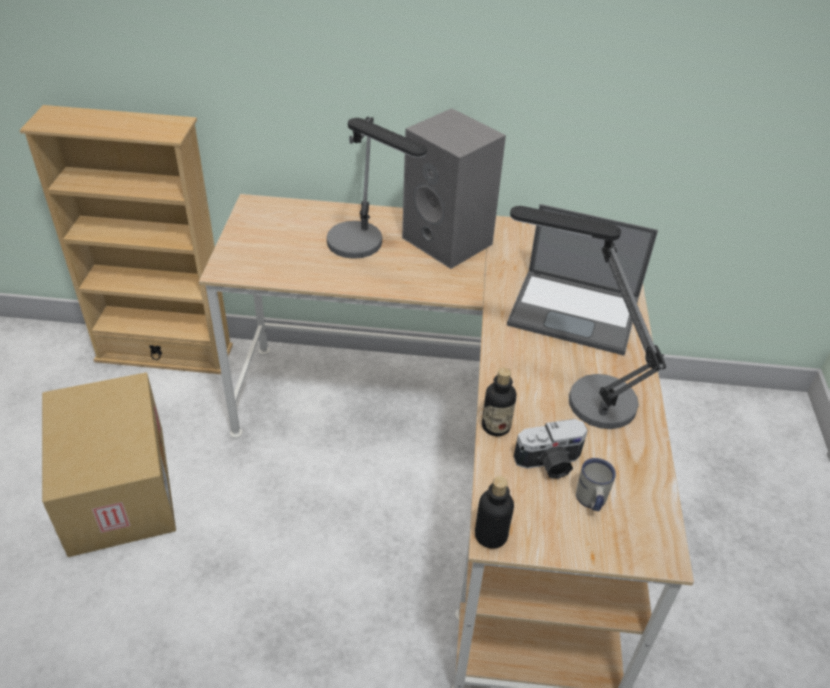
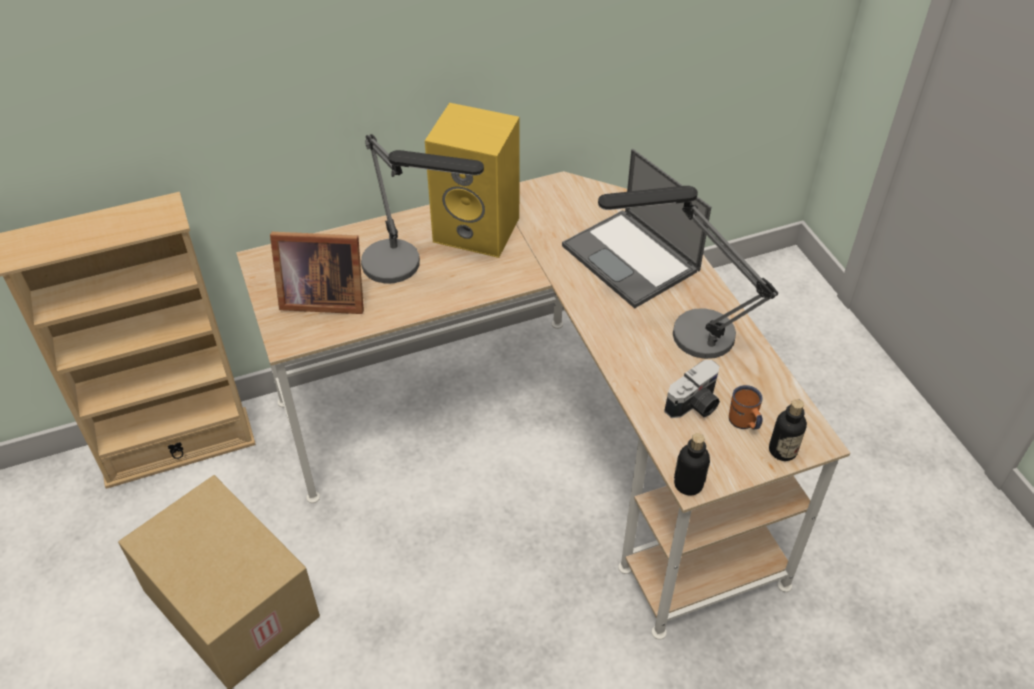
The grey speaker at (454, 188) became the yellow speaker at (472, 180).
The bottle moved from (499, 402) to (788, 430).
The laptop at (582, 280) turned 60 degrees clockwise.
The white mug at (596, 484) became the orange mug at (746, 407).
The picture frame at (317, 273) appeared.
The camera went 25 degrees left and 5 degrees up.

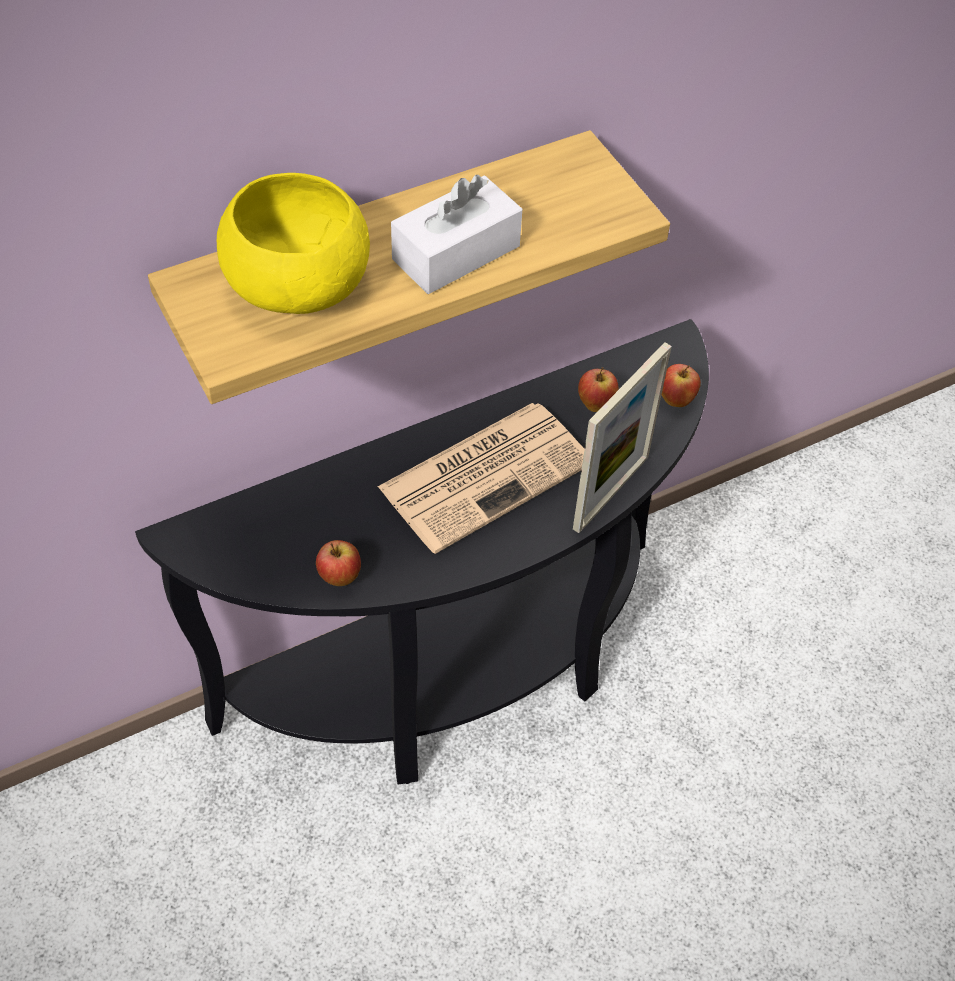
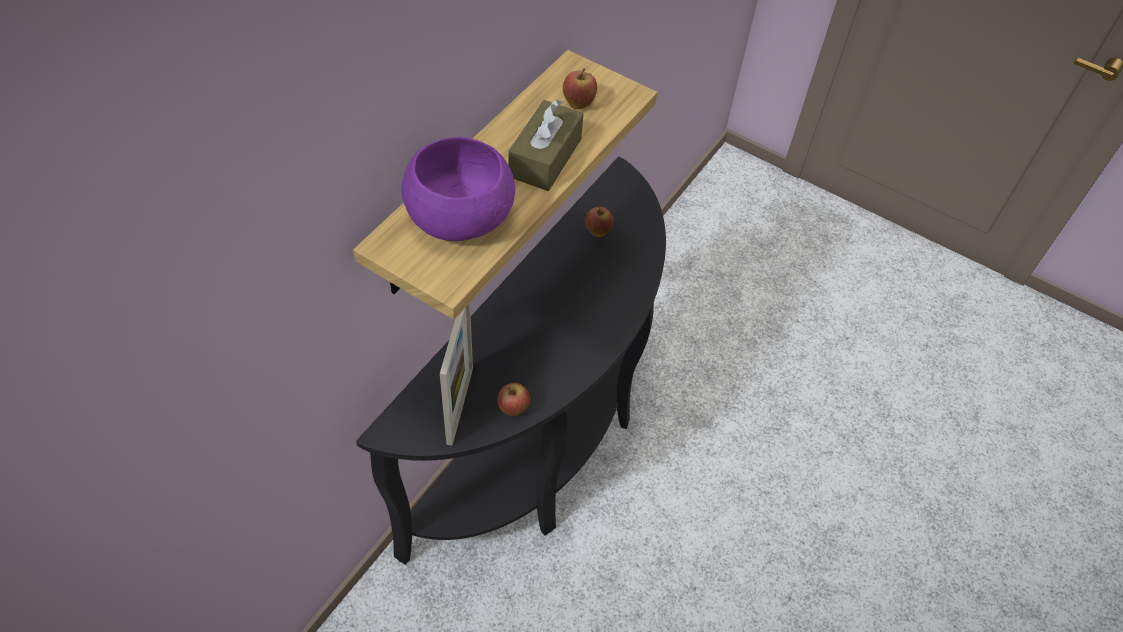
The yellow bowl at (293, 243) became the purple bowl at (458, 189).
The newspaper at (481, 478) disappeared.
The white tissue box at (456, 234) became the brown tissue box at (545, 145).
The picture frame moved from (622, 437) to (456, 374).
The apple moved from (681, 385) to (580, 88).
The camera went 30 degrees left and 0 degrees up.

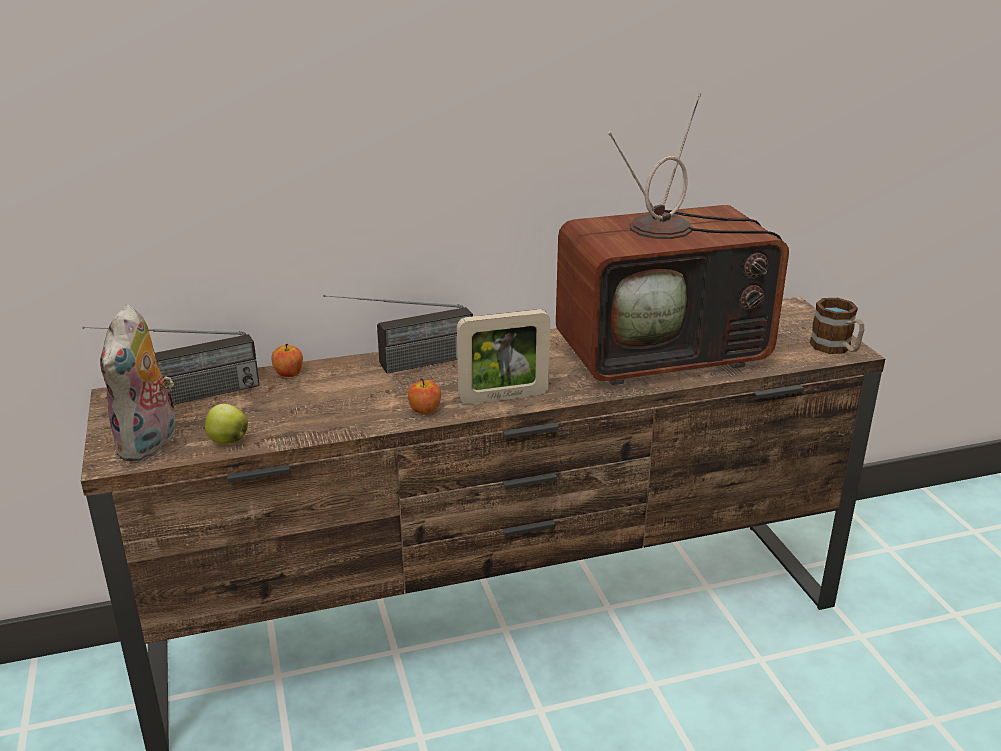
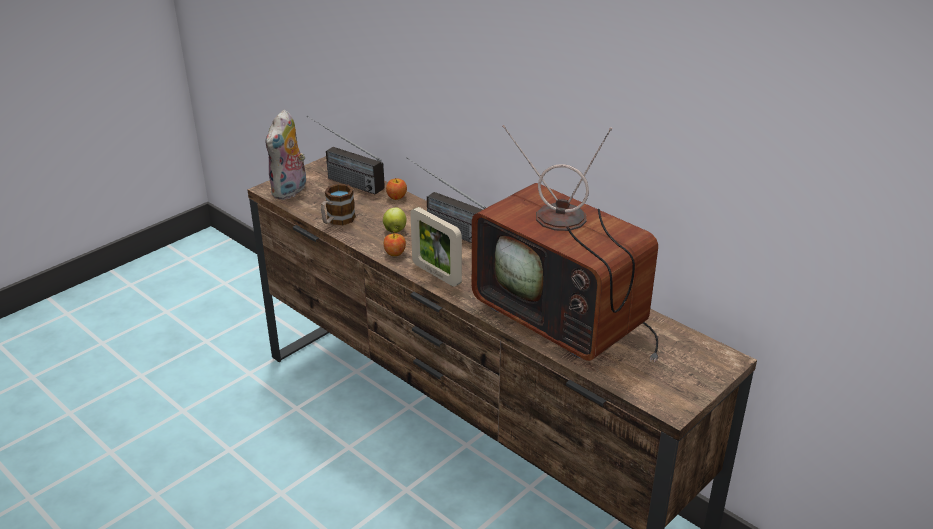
The plush toy at (139, 383) turned 45 degrees counterclockwise.
The apple moved from (226, 424) to (395, 220).
The mug moved from (837, 326) to (338, 204).
The camera went 60 degrees right and 5 degrees up.

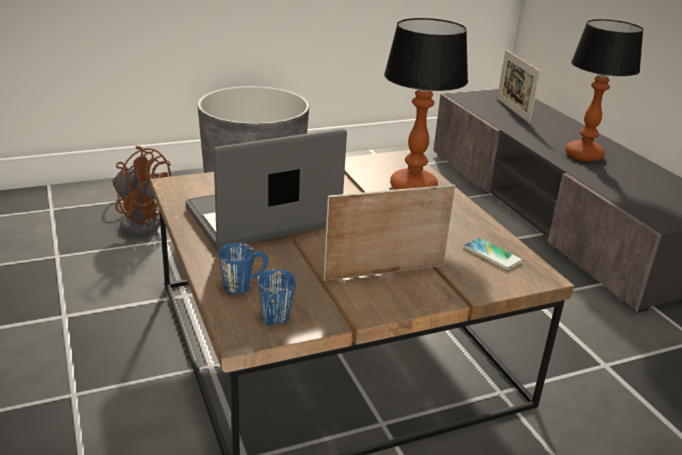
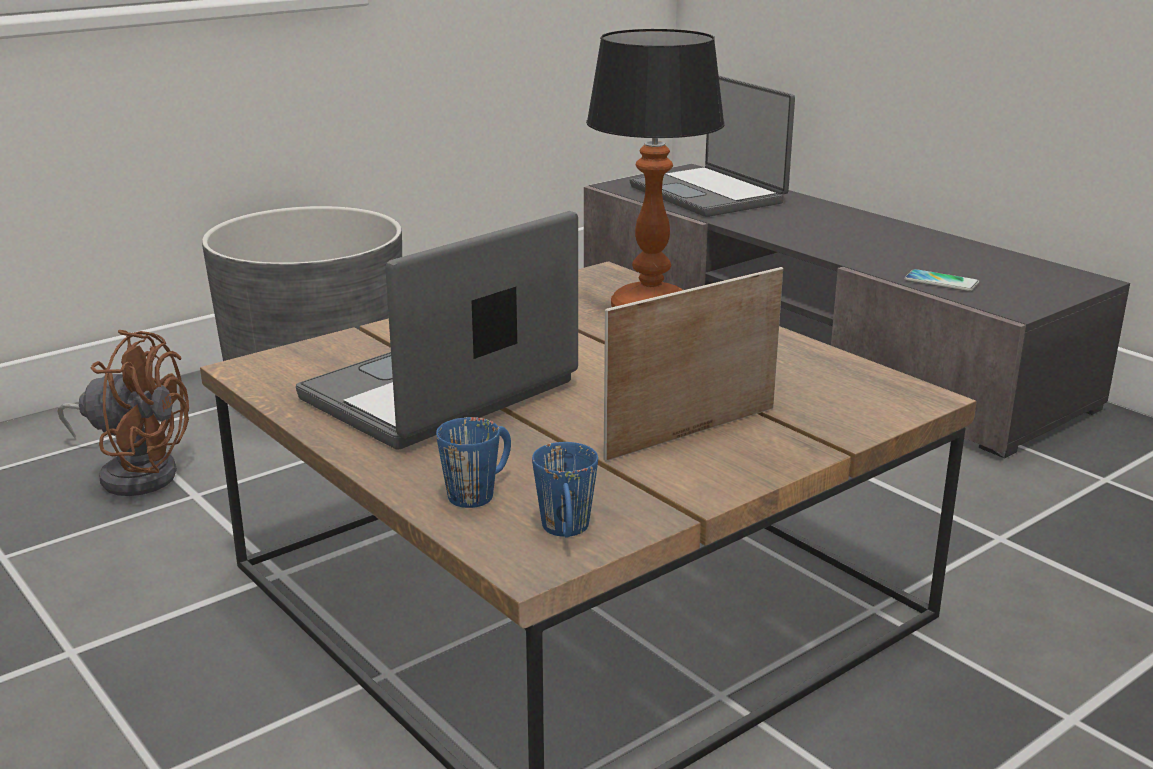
The phone moved from (493, 254) to (941, 280).
The picture frame at (518, 86) was replaced by the laptop at (712, 146).
The table lamp at (604, 90) disappeared.
The camera went 15 degrees left and 5 degrees down.

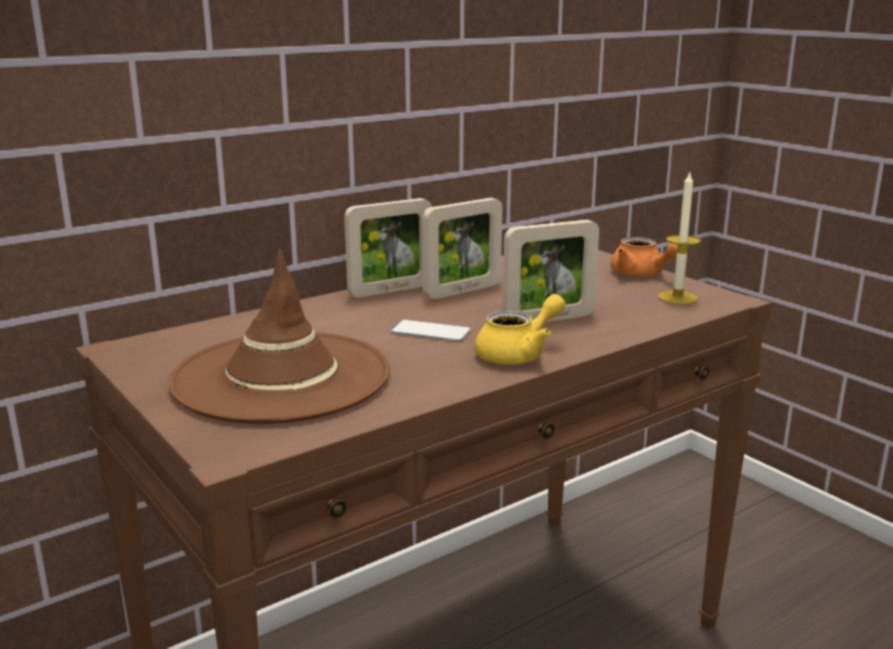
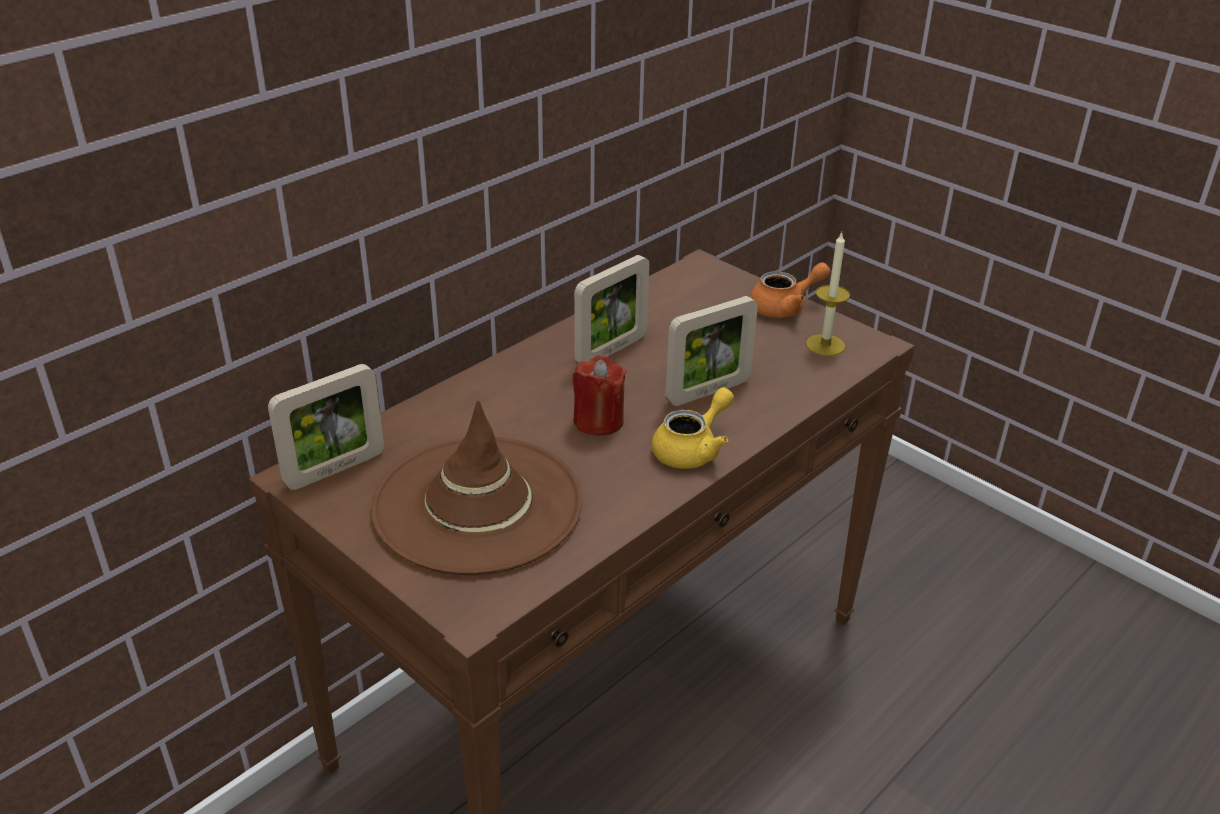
The picture frame moved from (388, 247) to (326, 427).
The phone at (430, 330) was replaced by the red candle at (599, 395).
The orange teapot at (644, 257) turned 60 degrees counterclockwise.
The camera went 10 degrees left and 15 degrees up.

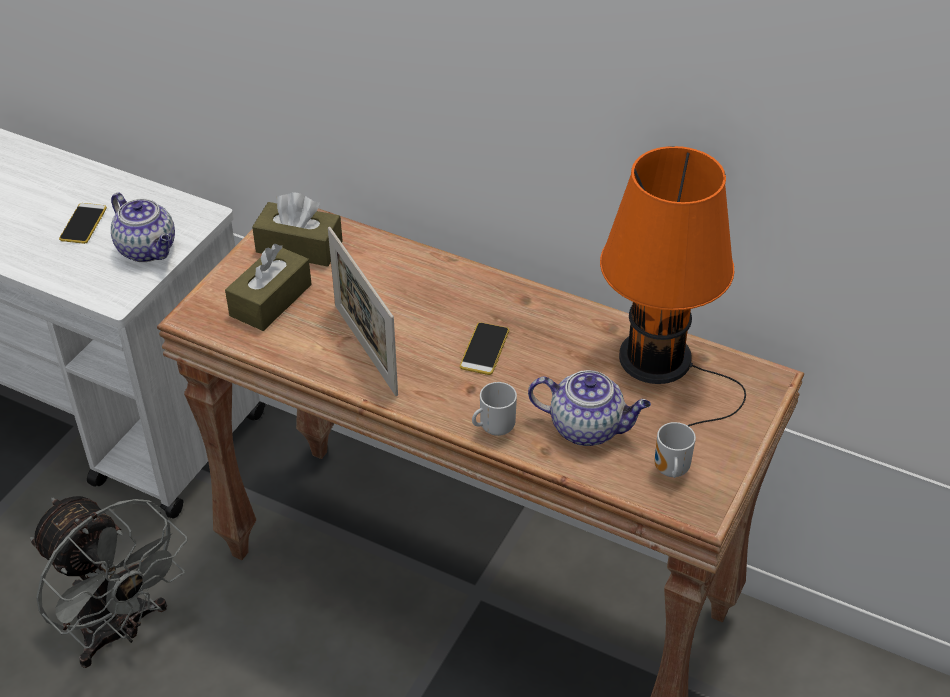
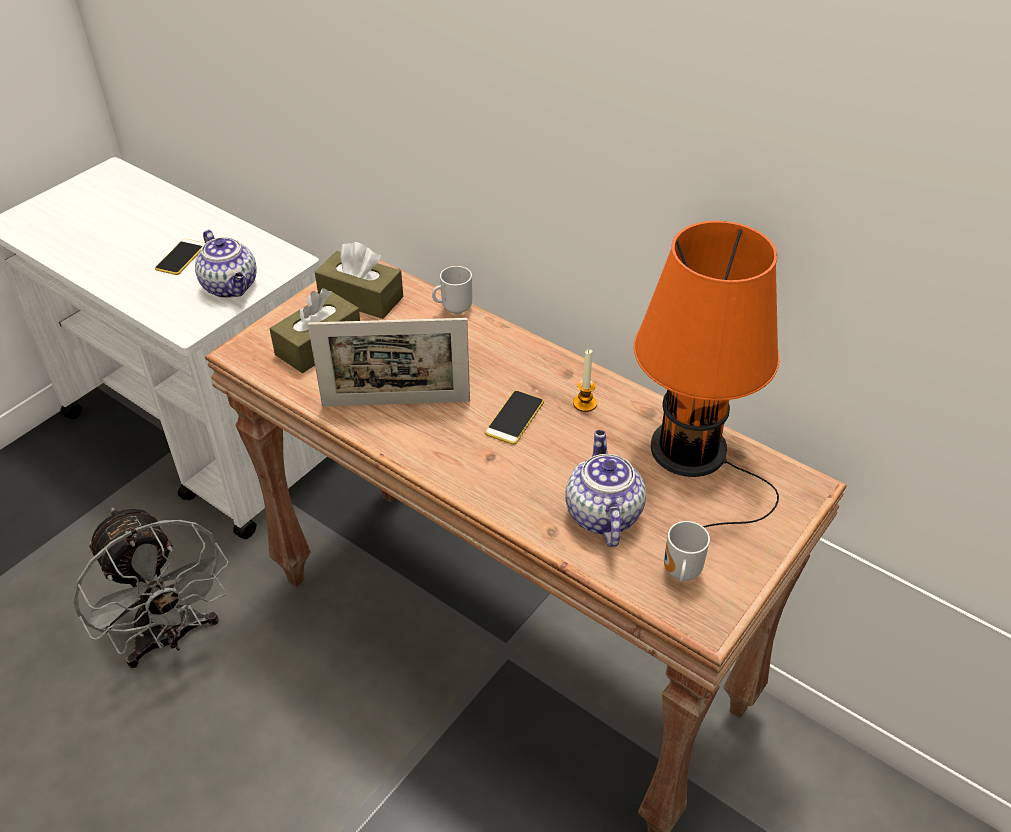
The picture frame at (363, 311) turned 75 degrees counterclockwise.
The mug moved from (494, 409) to (452, 290).
The teapot at (589, 408) turned 120 degrees counterclockwise.
The candle at (585, 380) appeared.
The camera went 10 degrees right and 0 degrees up.

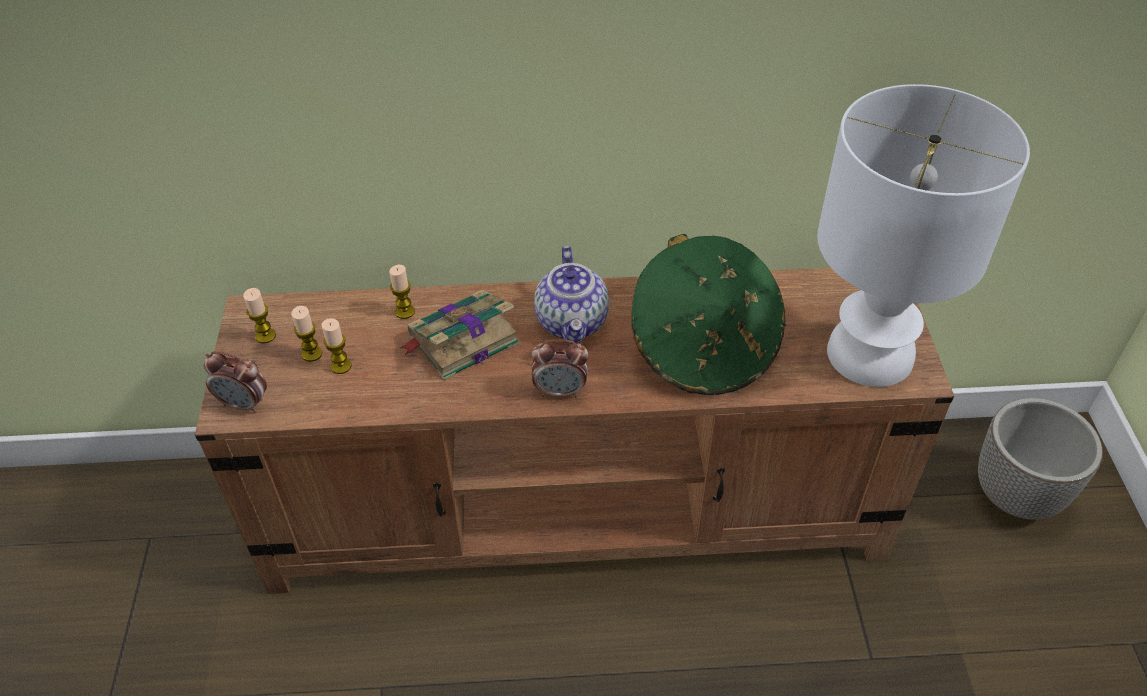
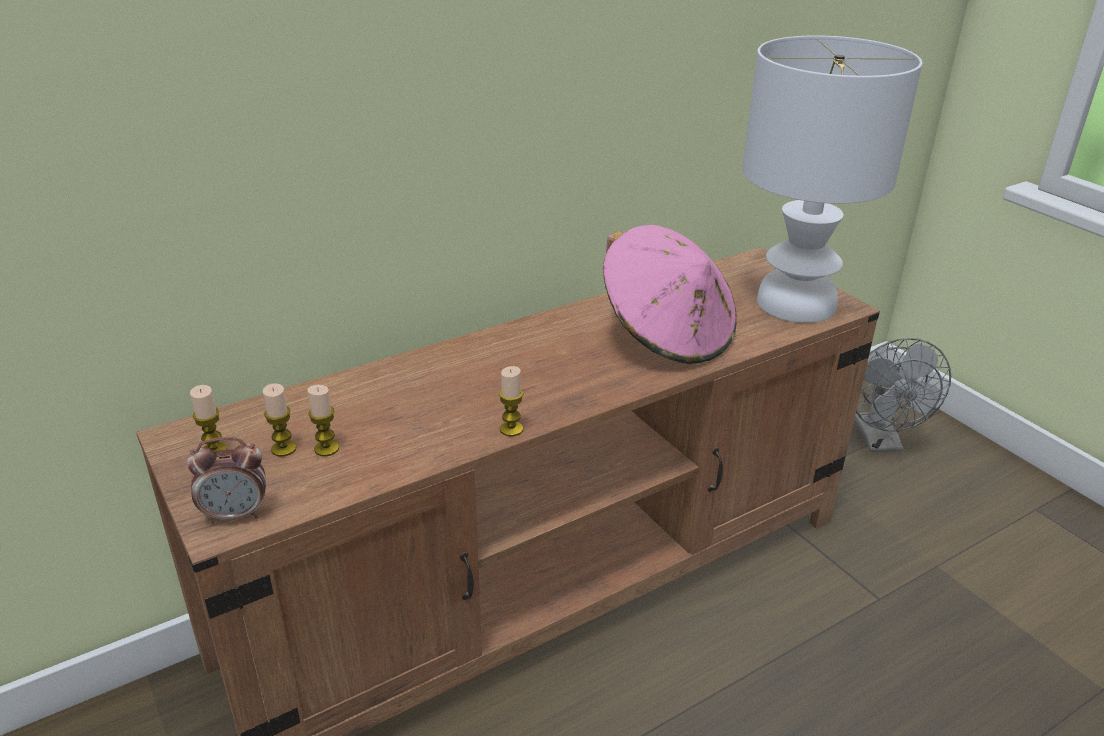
The candle moved from (402, 292) to (511, 401).
The book at (459, 335) disappeared.
The alarm clock at (560, 368) disappeared.
The teapot at (571, 295) disappeared.
The green hat at (708, 314) became the pink hat at (670, 294).
The planter at (1040, 459) was replaced by the grey fan at (902, 395).
The camera went 30 degrees left and 15 degrees down.

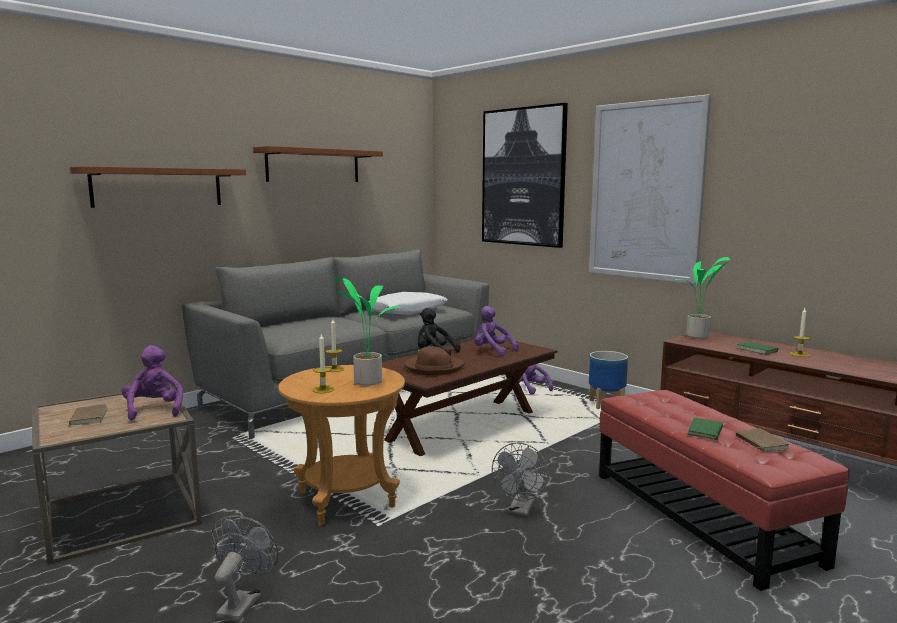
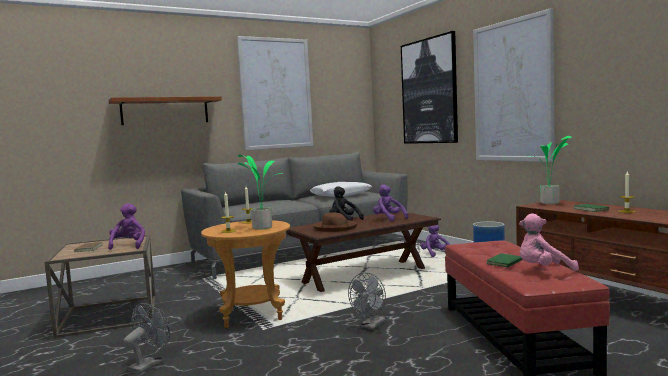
The brown shelf at (318, 164) was replaced by the picture at (275, 93).
The brown book at (762, 440) was replaced by the pink plush toy at (549, 242).
The camera went 15 degrees right and 5 degrees down.

